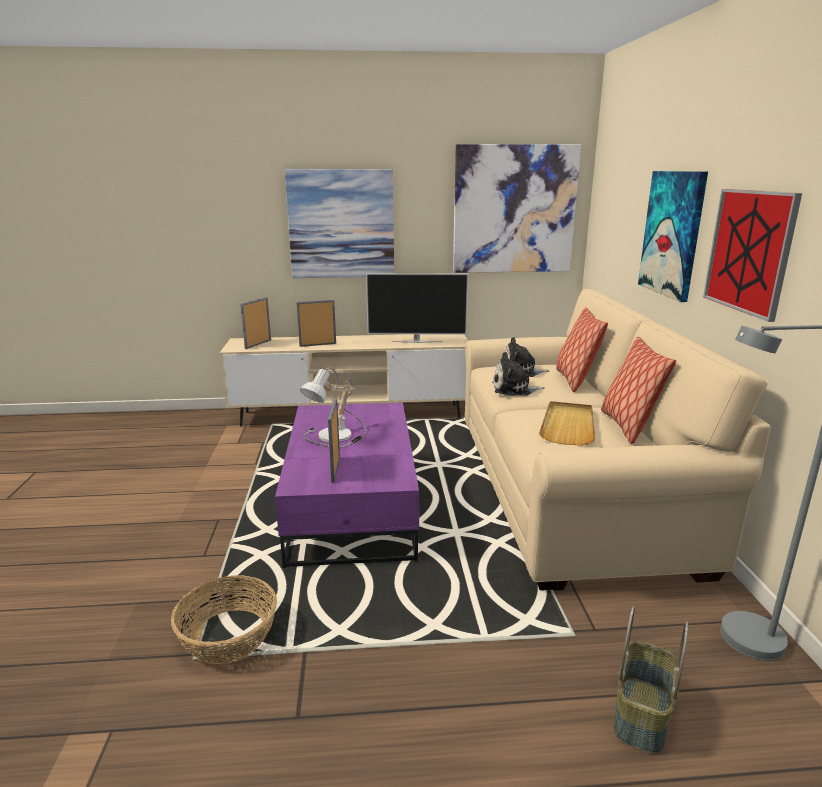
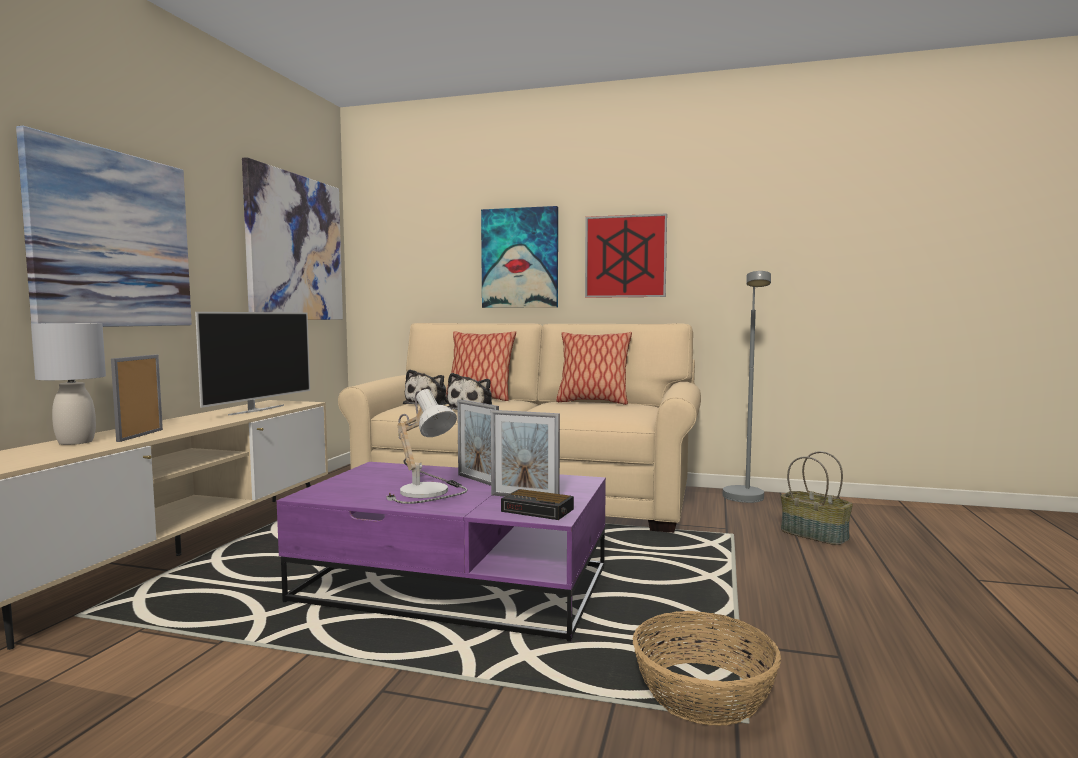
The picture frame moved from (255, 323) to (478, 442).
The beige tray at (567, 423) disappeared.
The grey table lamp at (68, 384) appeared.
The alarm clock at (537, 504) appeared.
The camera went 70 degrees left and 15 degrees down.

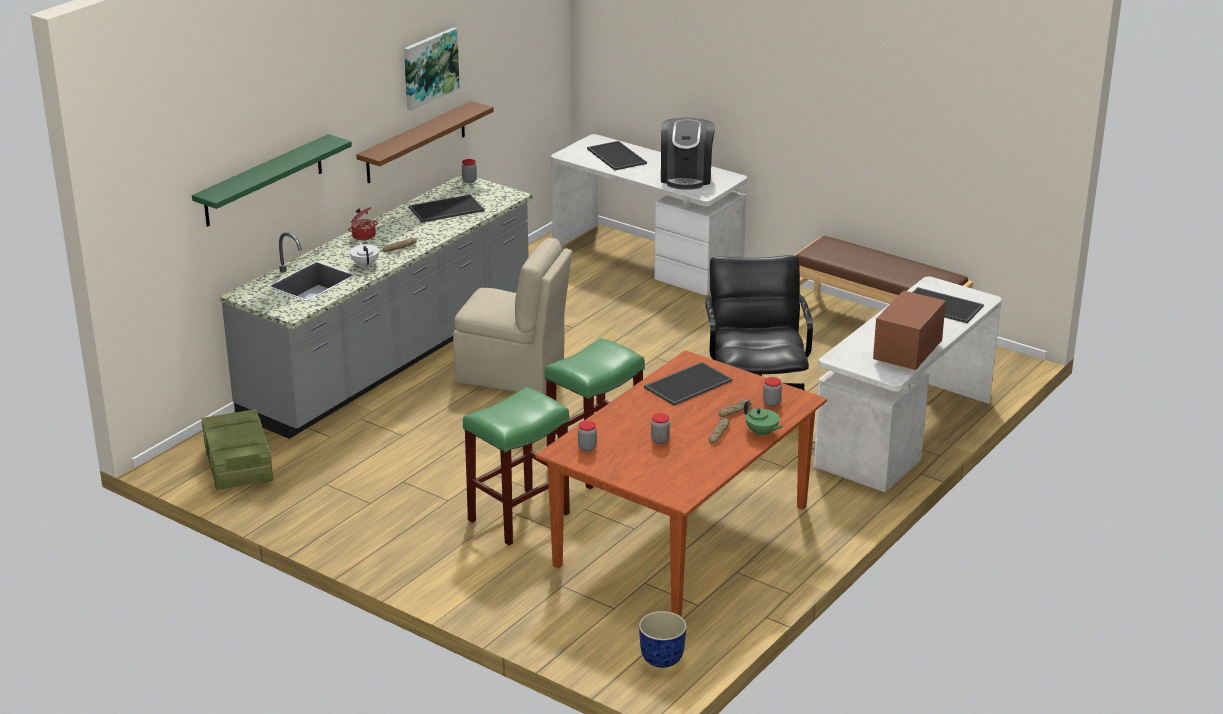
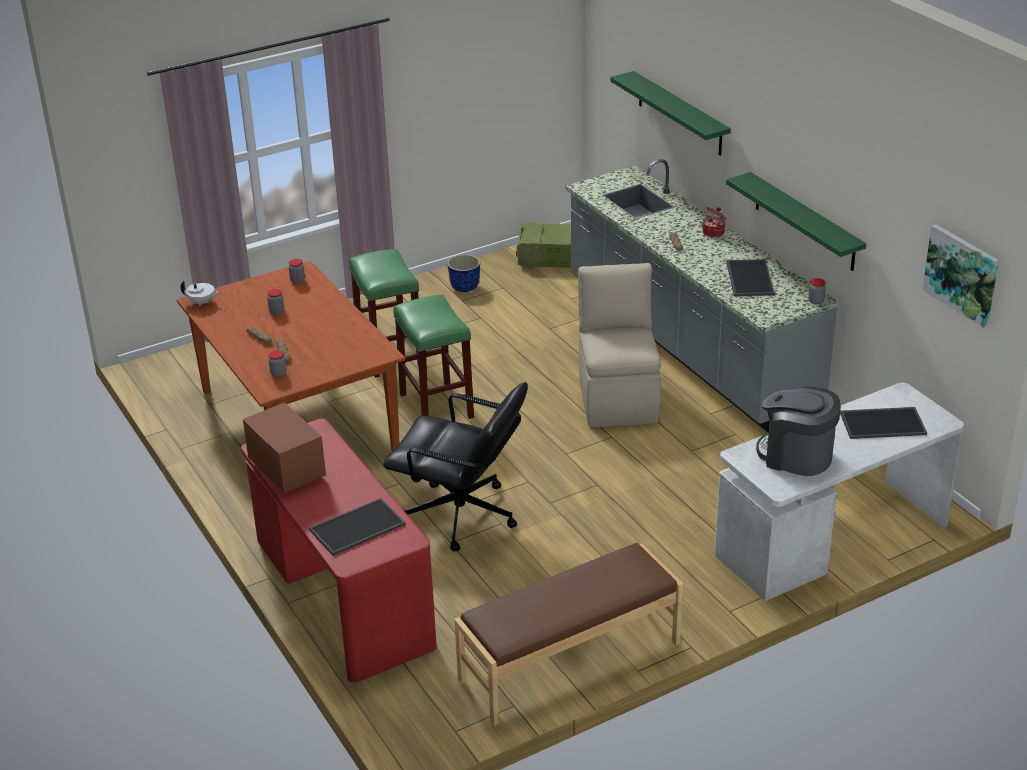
The white teapot moved from (364, 254) to (200, 294).
The brown shelf at (425, 142) became the green shelf at (796, 221).
The picture moved from (432, 69) to (960, 276).
The beige chair at (512, 316) turned 135 degrees clockwise.
The planter moved from (663, 639) to (463, 273).
The tray at (688, 384) disappeared.
The green teapot at (763, 418) disappeared.
The white desk at (908, 384) became the red desk at (339, 550).
The camera went 115 degrees right and 5 degrees up.

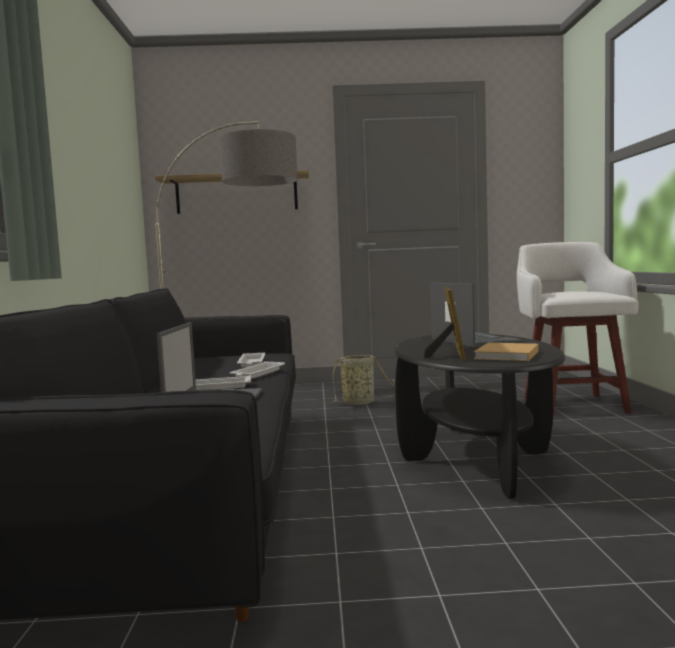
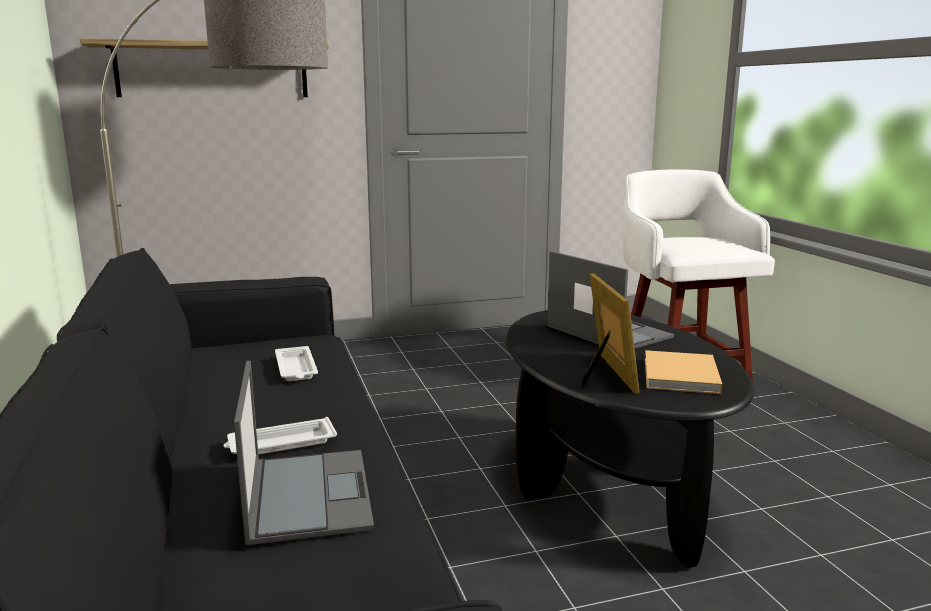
The white tray at (257, 370) disappeared.
The basket at (360, 380) disappeared.
The camera went 15 degrees left and 10 degrees up.

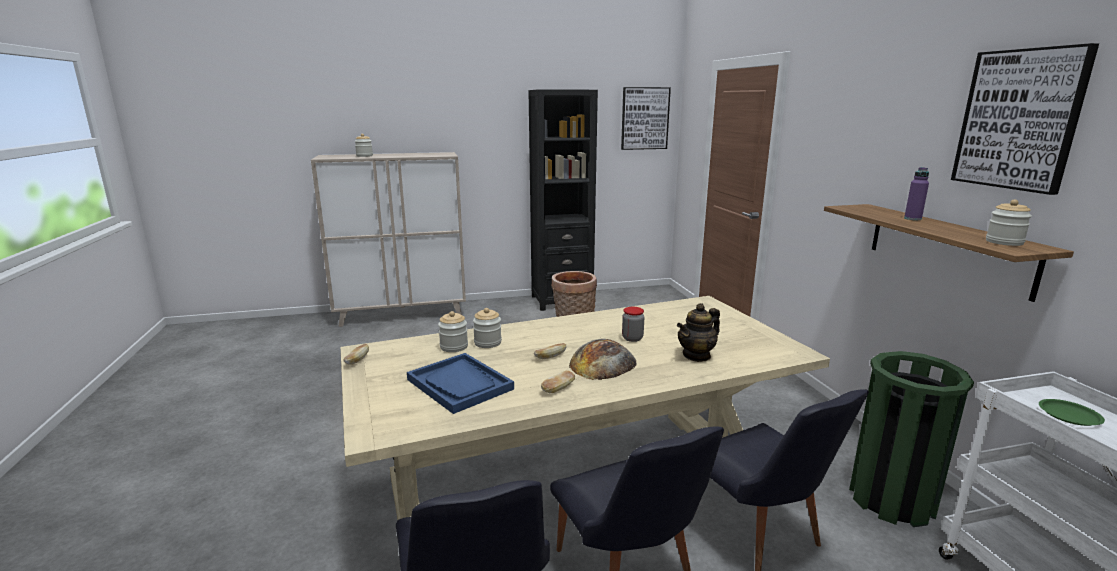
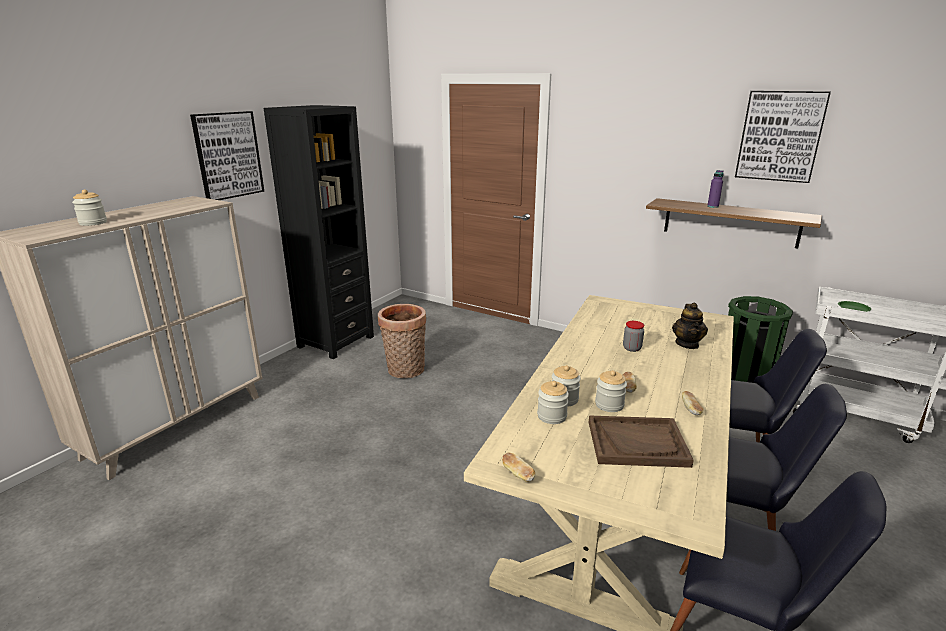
The blue tray at (460, 383) became the brown tray at (641, 441).
The bread at (603, 359) disappeared.
The picture moved from (646, 118) to (227, 155).
The jar moved from (1009, 223) to (611, 391).
The camera went 45 degrees left and 5 degrees up.

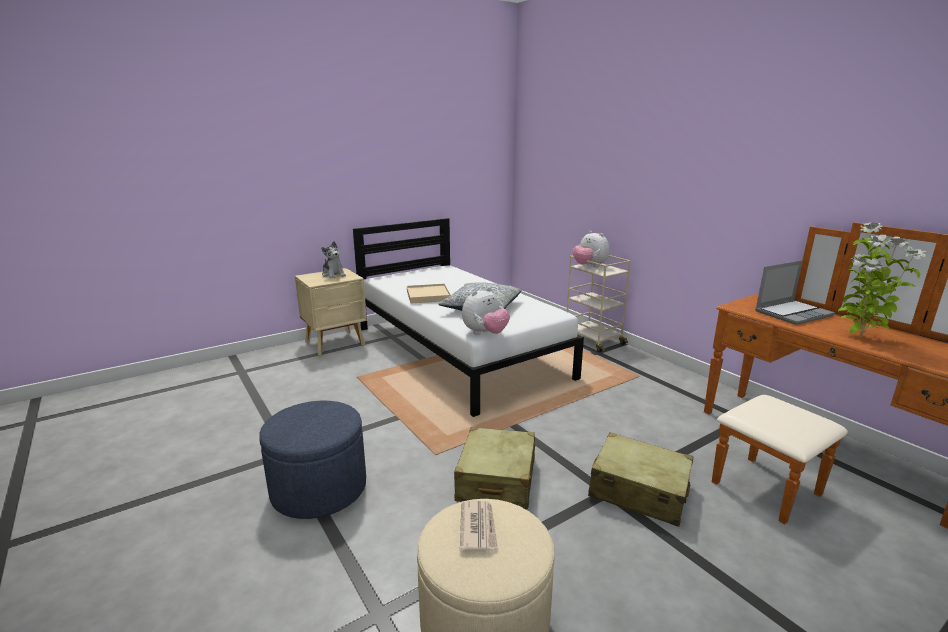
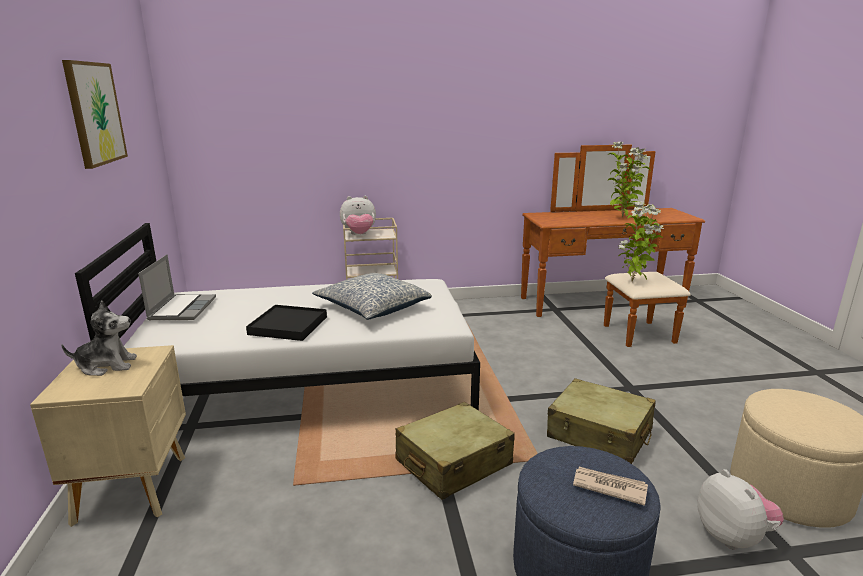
The beige tray at (429, 294) became the black tray at (286, 323).
The newspaper moved from (479, 526) to (610, 486).
The plush toy moved from (486, 311) to (740, 509).
The beige suitcase moved from (640, 479) to (455, 451).
The laptop moved from (795, 292) to (177, 287).
The picture at (95, 114) appeared.
The potted plant at (641, 241) appeared.
The camera went 65 degrees left and 0 degrees up.

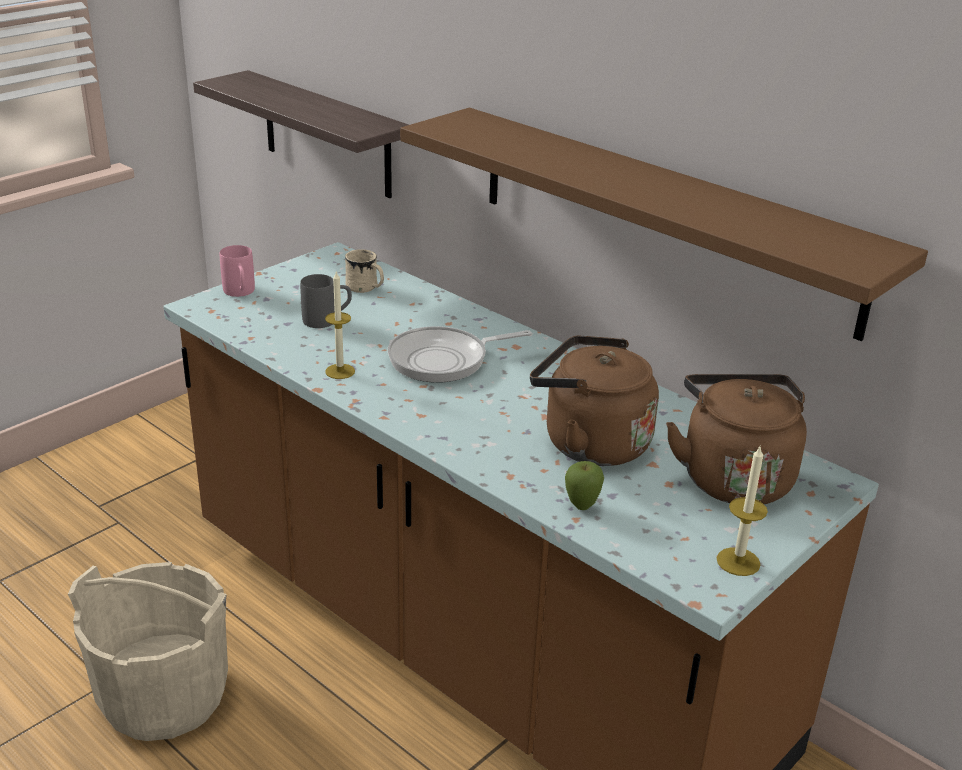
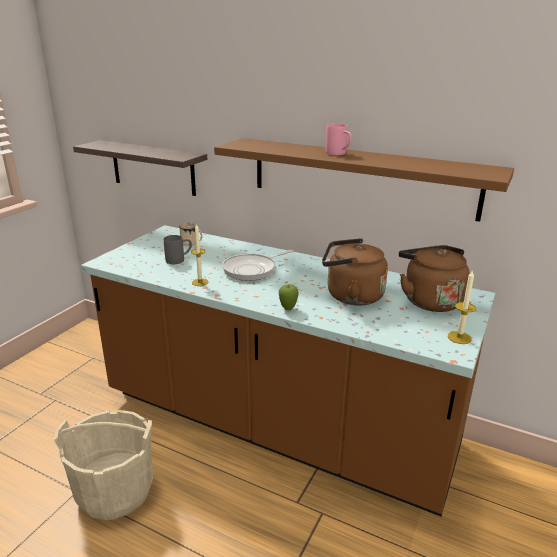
The pink mug moved from (237, 271) to (338, 139).
The apple moved from (584, 485) to (289, 297).
The camera went 15 degrees left and 5 degrees down.

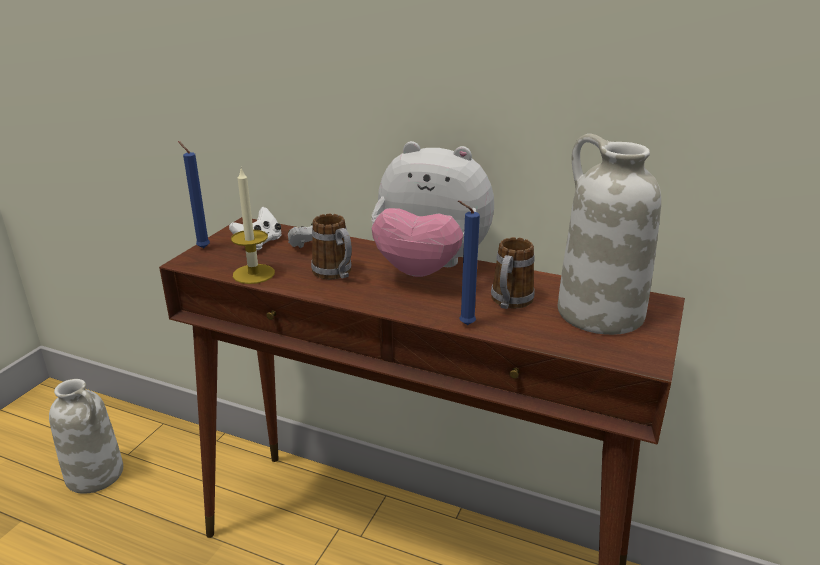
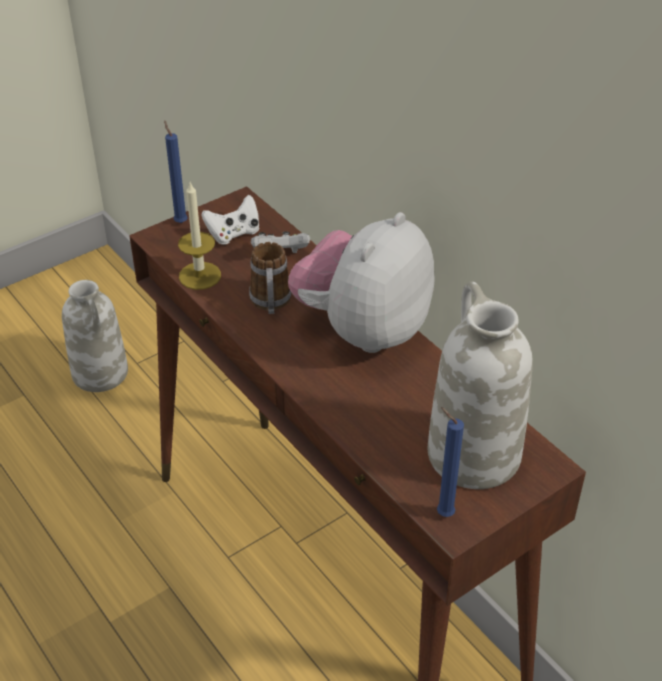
The plush toy at (432, 209) turned 75 degrees clockwise.
The blue candle moved from (469, 263) to (450, 462).
The mug at (513, 273) disappeared.
The camera went 30 degrees right and 15 degrees up.

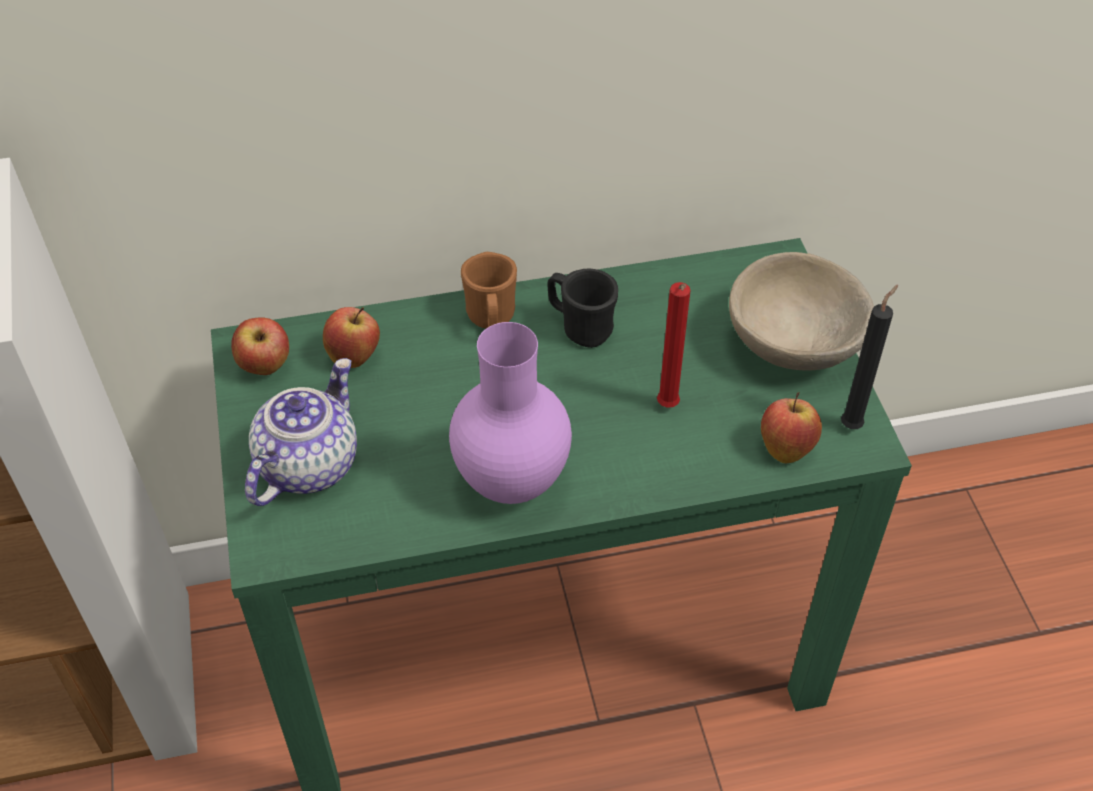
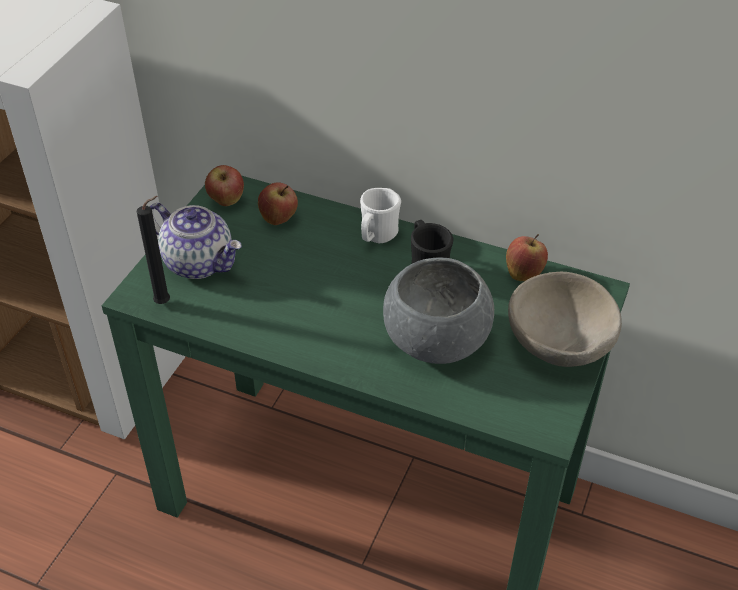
The teapot at (301, 432) turned 60 degrees clockwise.
The purple vase at (510, 413) disappeared.
The brown mug at (489, 290) became the white mug at (380, 215).
The red candle at (674, 345) was replaced by the grey bowl at (438, 311).
The apple moved from (791, 427) to (527, 257).
The black candle moved from (869, 357) to (153, 250).
The camera went 35 degrees right and 5 degrees down.

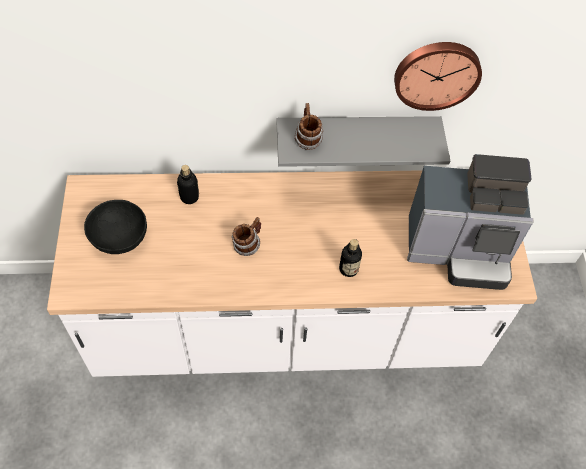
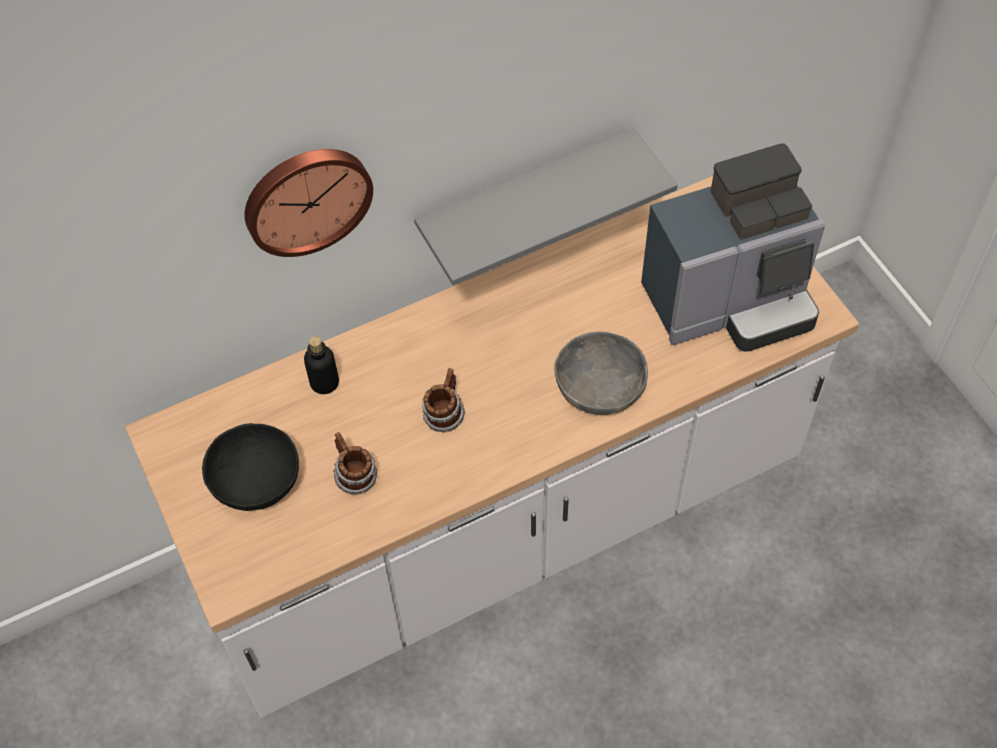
The mug moved from (309, 126) to (355, 463).
The bottle at (350, 258) was replaced by the grey bowl at (601, 373).
The wall clock moved from (438, 76) to (308, 203).
The camera went 20 degrees left and 0 degrees up.

